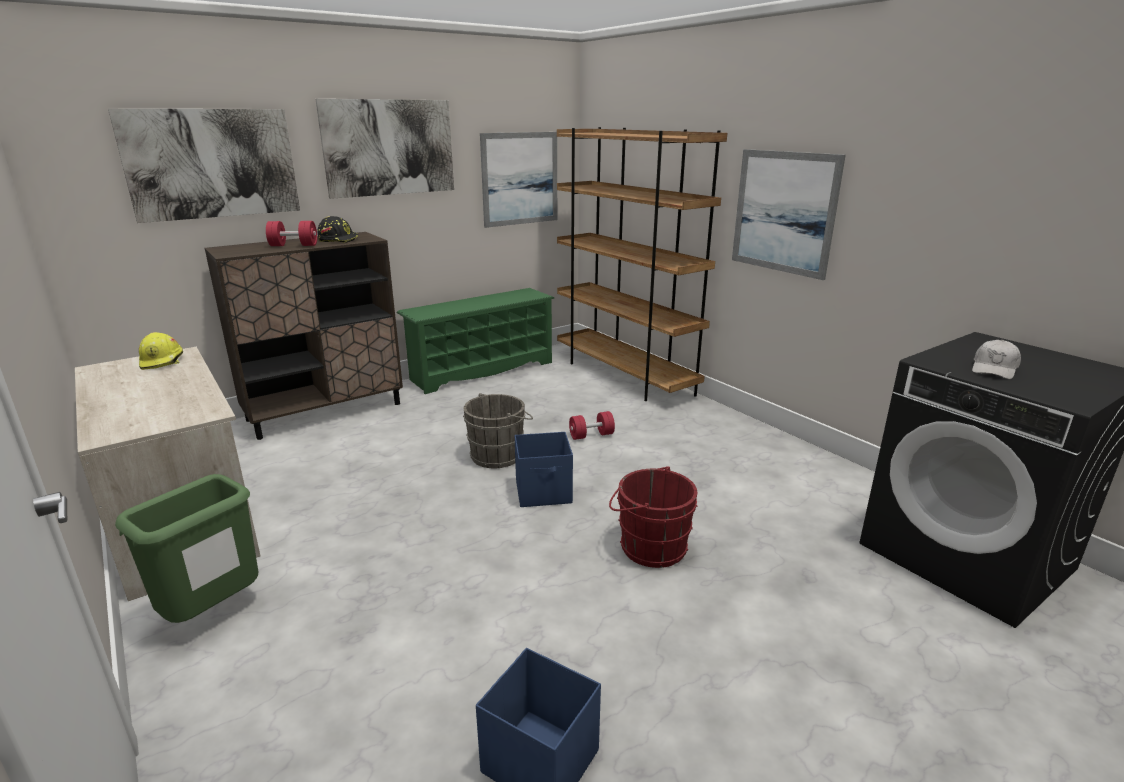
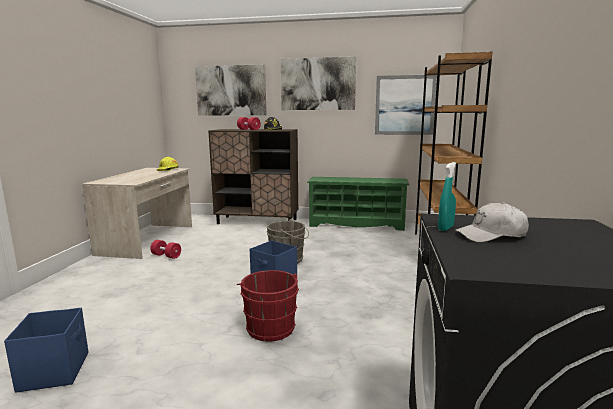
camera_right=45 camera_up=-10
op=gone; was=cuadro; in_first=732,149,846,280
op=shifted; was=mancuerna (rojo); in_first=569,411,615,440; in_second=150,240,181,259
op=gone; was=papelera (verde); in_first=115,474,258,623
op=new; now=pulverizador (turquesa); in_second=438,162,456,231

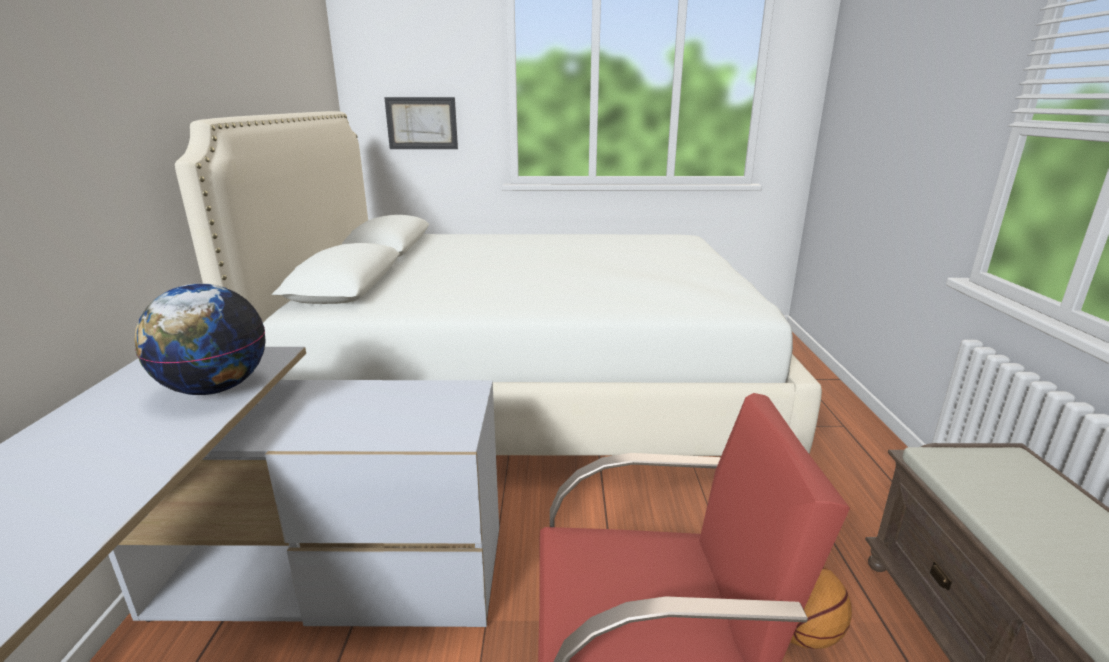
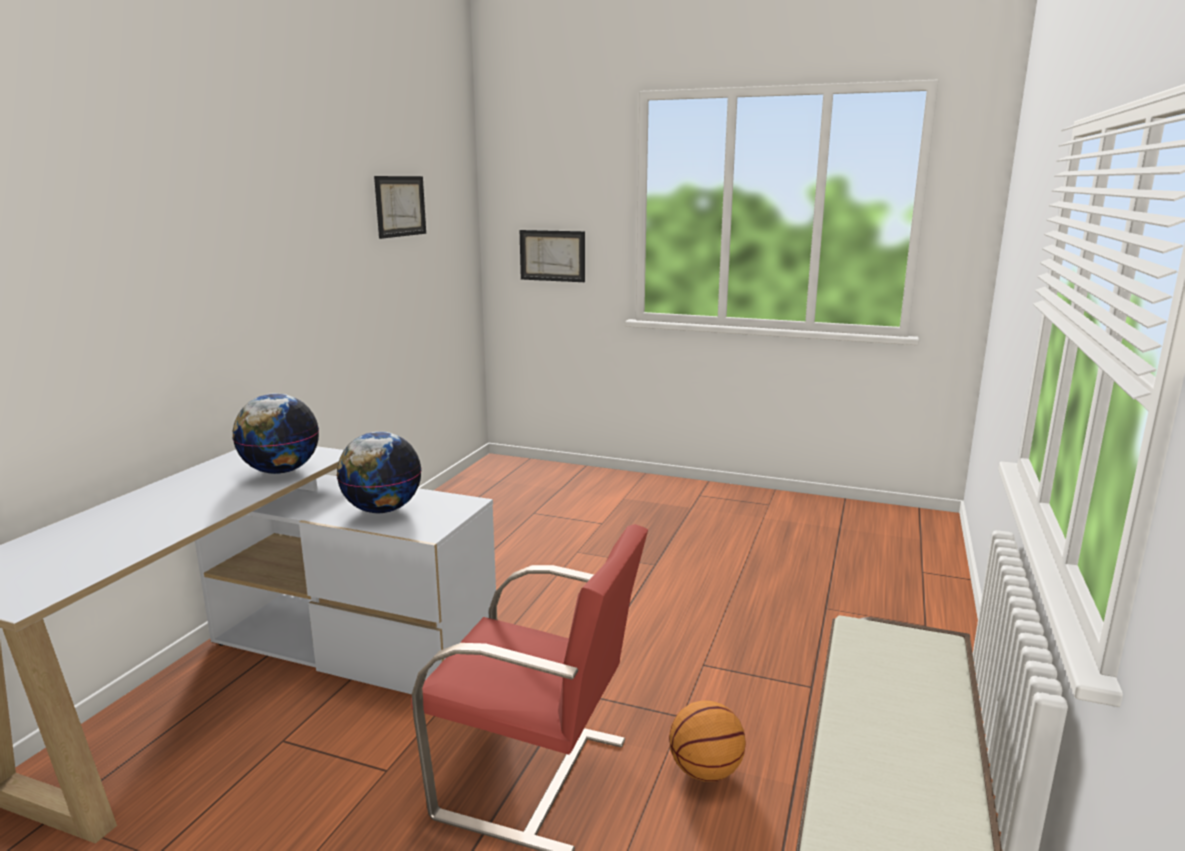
camera_right=20 camera_up=-5
op=gone; was=cama (blanco); in_first=175,111,822,456
op=new; now=cuadro; in_second=374,176,426,239
op=new; now=globo terráqueo; in_second=336,432,422,513

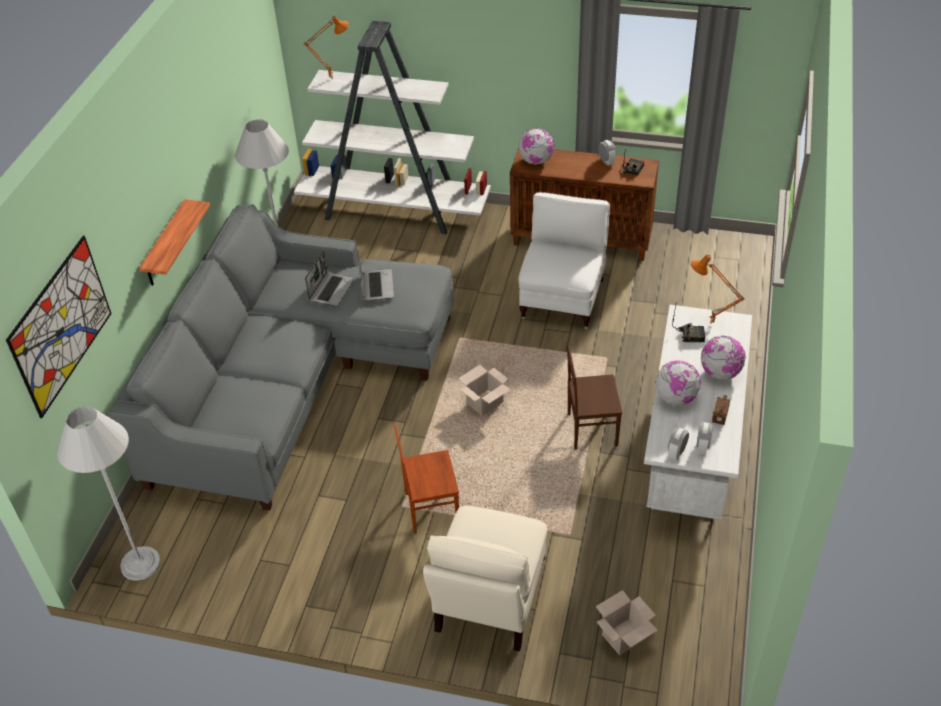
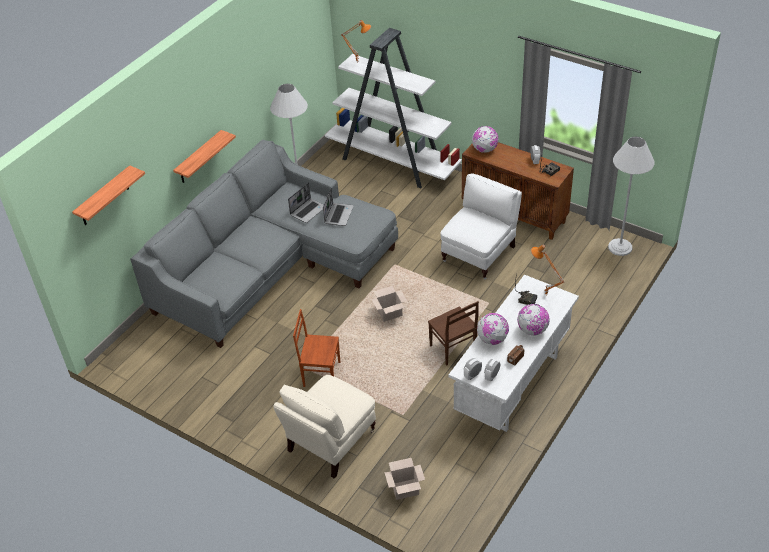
camera_right=20 camera_up=0
op=swapped; was=cuadro; now=estante; in_first=6,236,112,418; in_second=72,165,145,225
op=rotated; was=silla (marrón); in_first=567,342,622,450; in_second=428,301,479,366; clockwise=-135
op=shifted; was=lámpara de pie (blanco); in_first=57,406,161,581; in_second=608,137,655,256

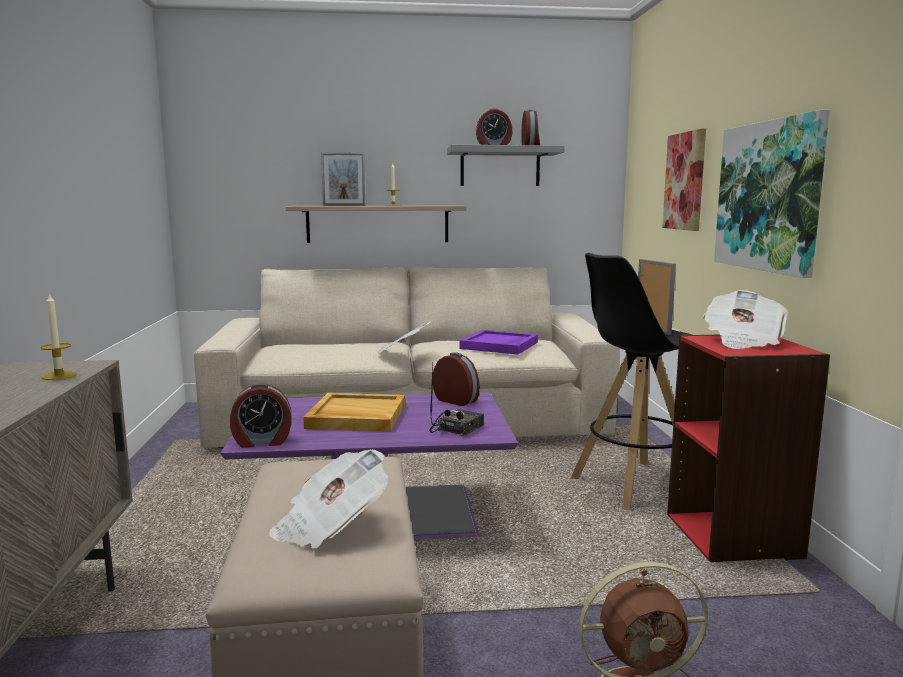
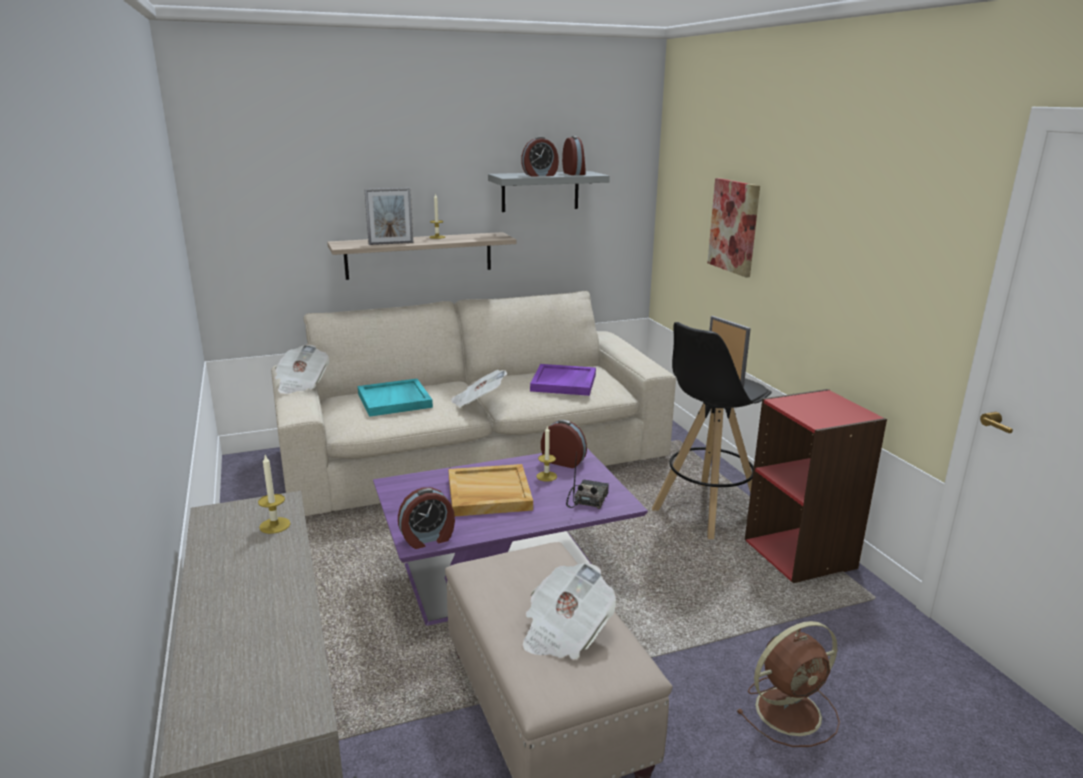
camera_right=-15 camera_up=10
op=gone; was=cuadro; in_first=714,110,830,278
op=shifted; was=periódico; in_first=703,290,788,349; in_second=275,344,330,394
op=new; now=bandeja (turquesa); in_second=358,379,433,417
op=new; now=vela; in_second=536,425,557,482

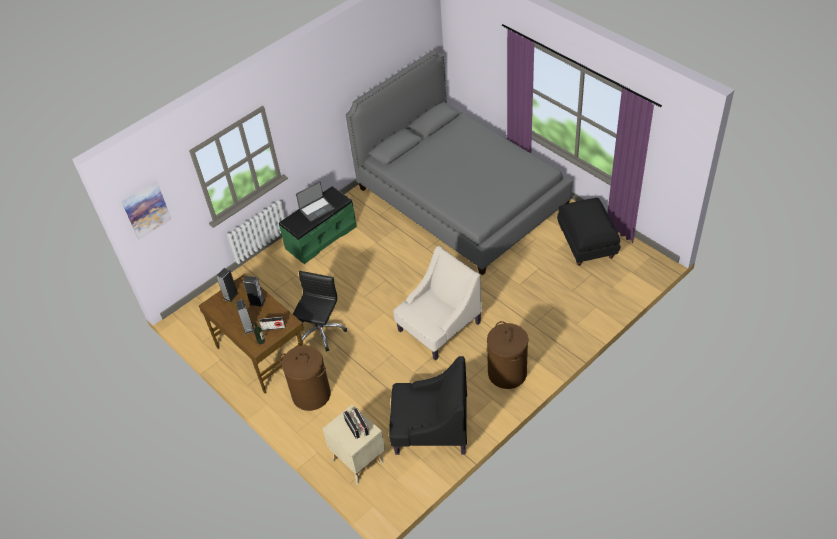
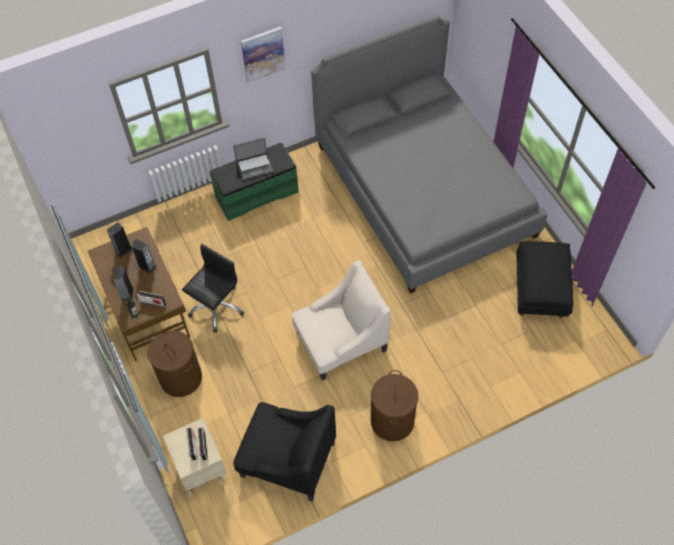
camera_right=15 camera_up=10
op=shifted; was=cuadro; in_first=122,181,171,240; in_second=241,26,286,83

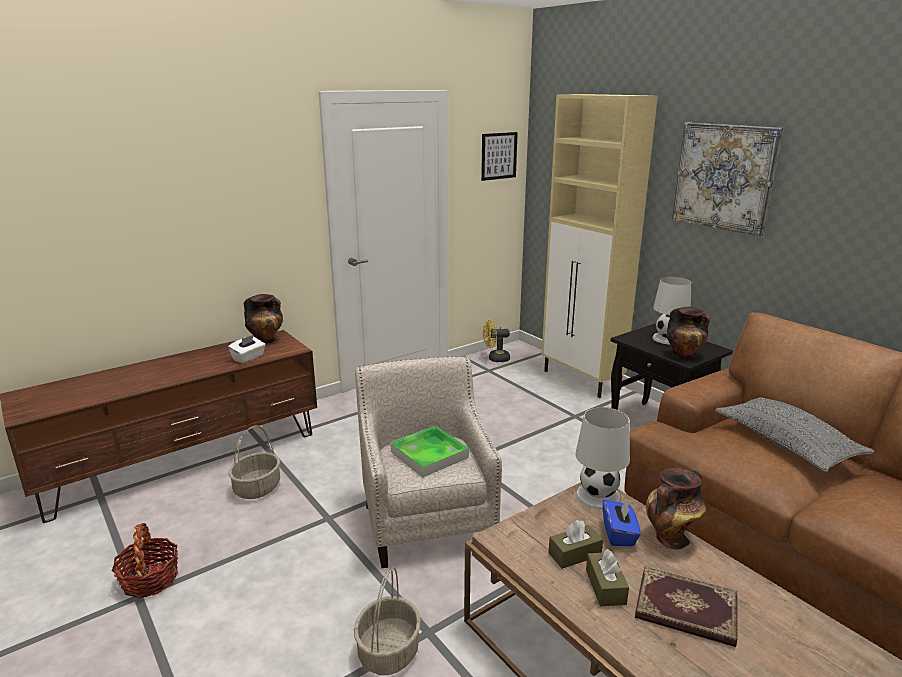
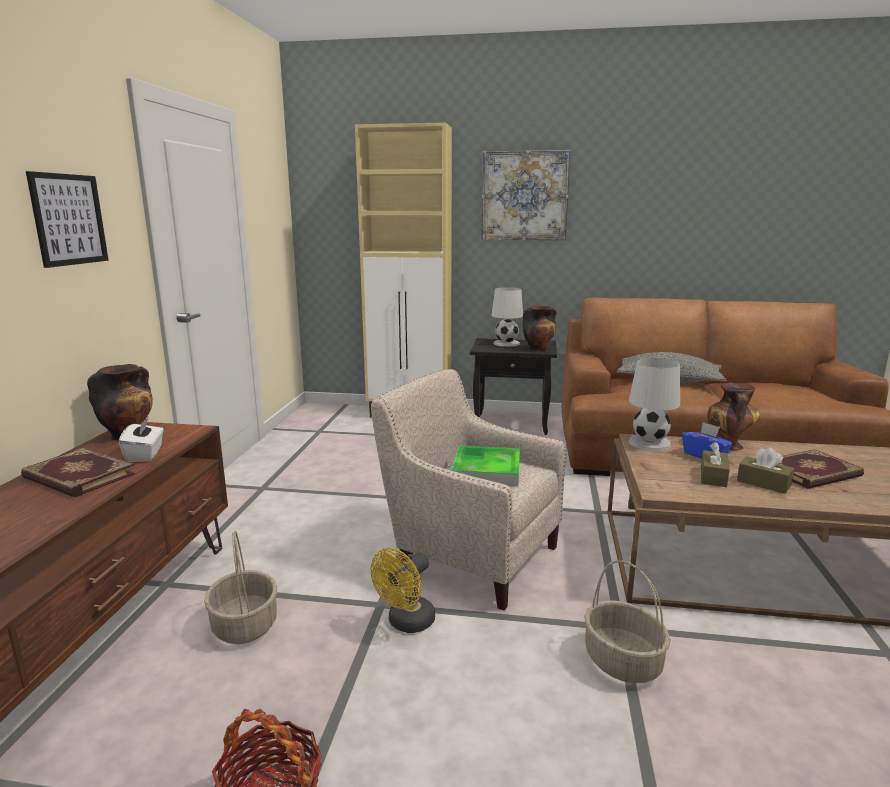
camera_right=-45 camera_up=-5
op=shifted; was=cuadro; in_first=481,132,518,181; in_second=26,171,109,268
op=shifted; was=ventilador (amarillo); in_first=483,320,510,362; in_second=371,548,435,633
op=new; now=libro; in_second=21,448,135,497

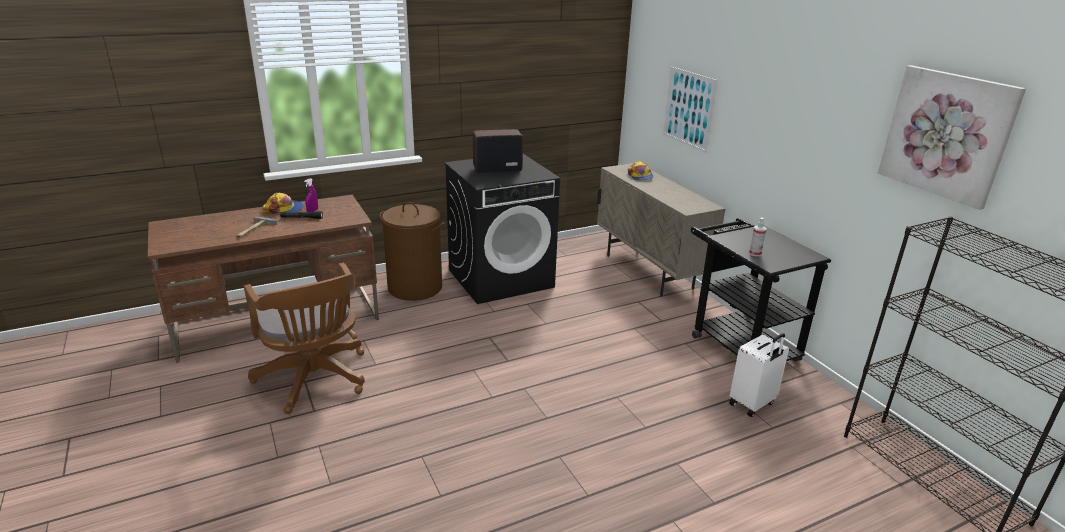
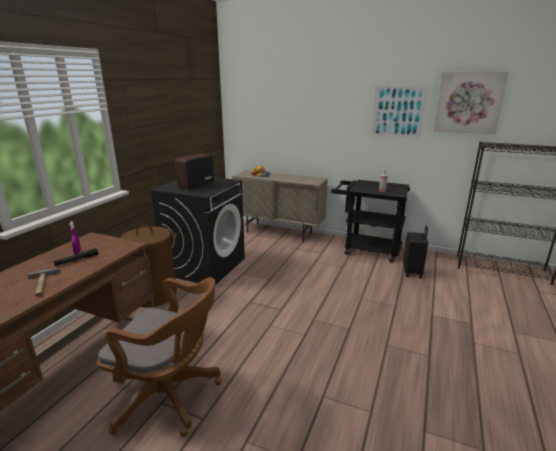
camera_right=-40 camera_up=-5
op=shifted; was=cuadro; in_first=663,67,717,153; in_second=371,86,428,139
op=gone; was=gorra; in_first=262,193,304,214
op=repainted; was=maleta (blanco); now=maleta (negro); in_first=729,333,789,417; in_second=403,225,428,278

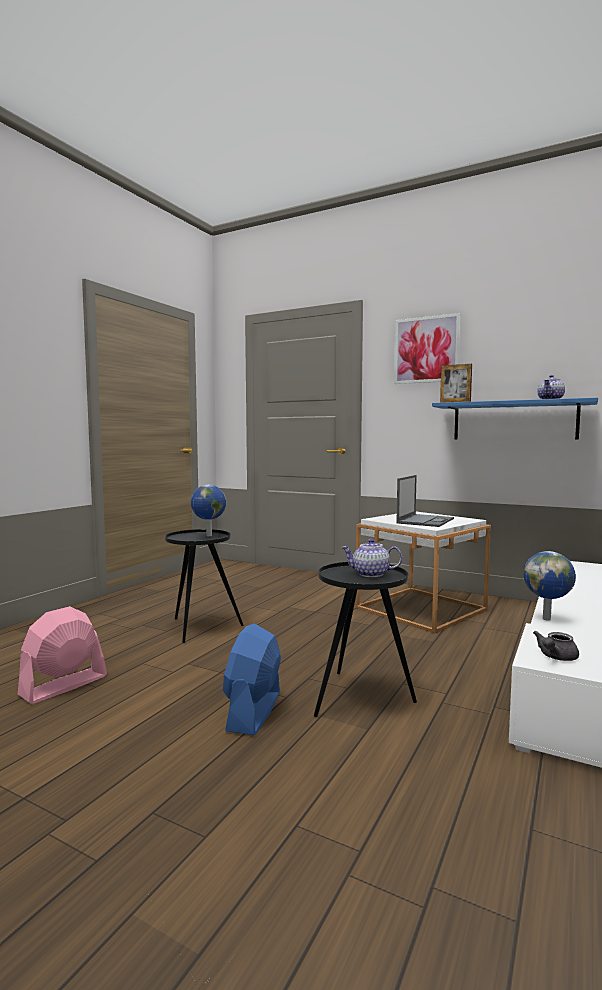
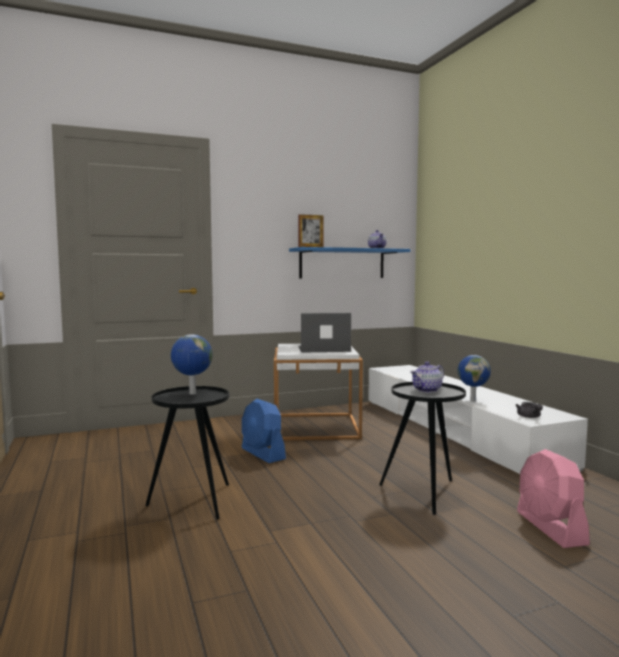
camera_right=-50 camera_up=0
op=gone; was=cuadro; in_first=394,313,460,384
op=rotated; was=portátil; in_first=396,475,454,527; in_second=298,313,351,352; clockwise=-75
op=shifted; was=ventilador (rosa); in_first=18,606,107,704; in_second=517,449,590,548
op=shifted; was=ventilador (azul); in_first=223,623,281,735; in_second=242,399,286,463

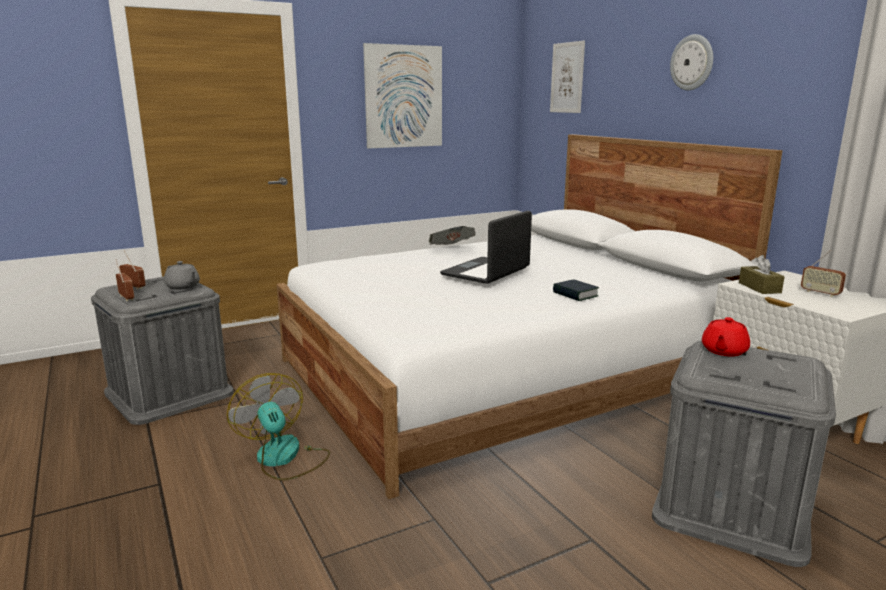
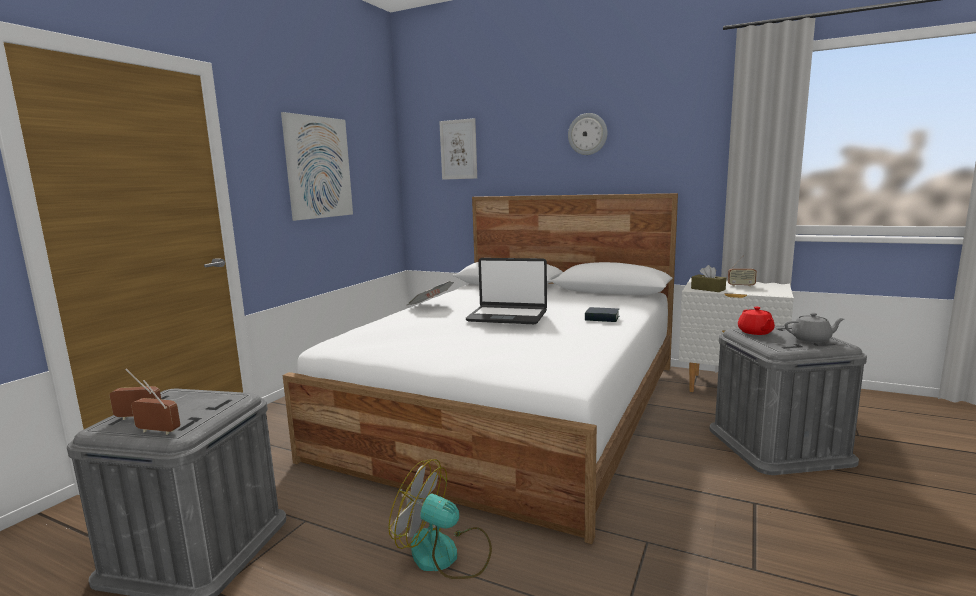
camera_right=-35 camera_up=-5
op=rotated; was=portátil; in_first=440,210,532,284; in_second=466,258,547,324; clockwise=-75
op=shifted; was=tetera (gris); in_first=164,261,200,290; in_second=785,313,845,343

